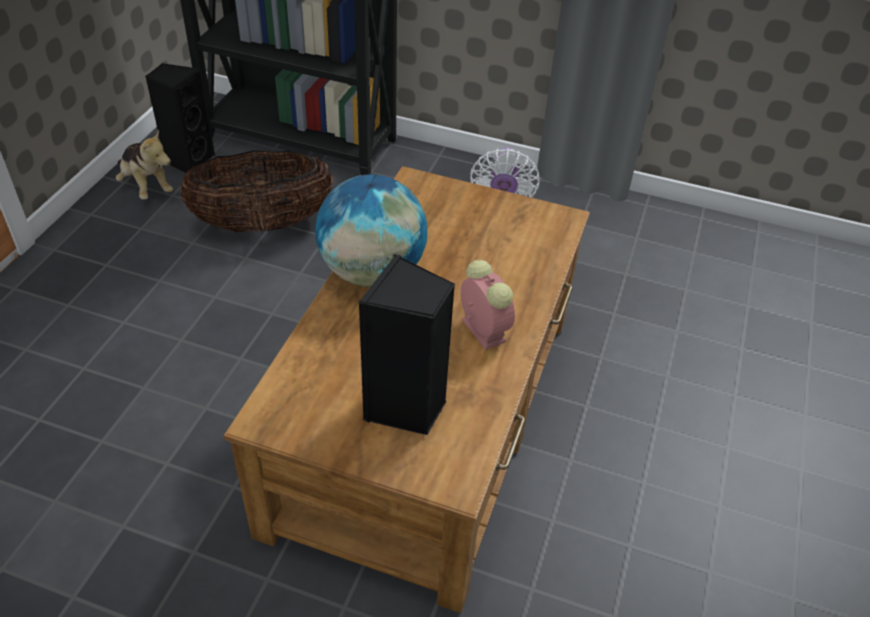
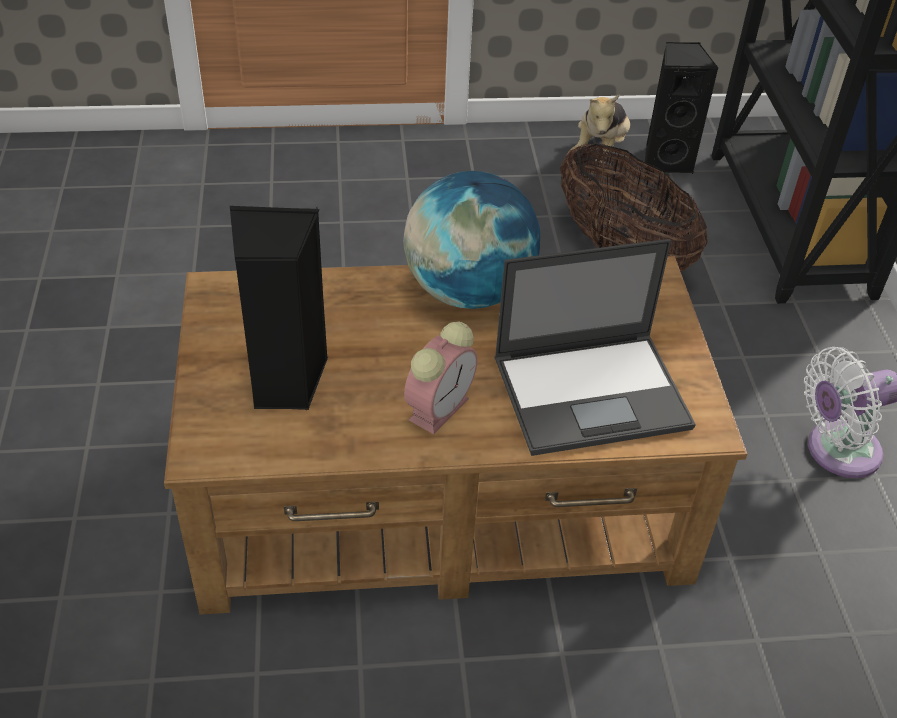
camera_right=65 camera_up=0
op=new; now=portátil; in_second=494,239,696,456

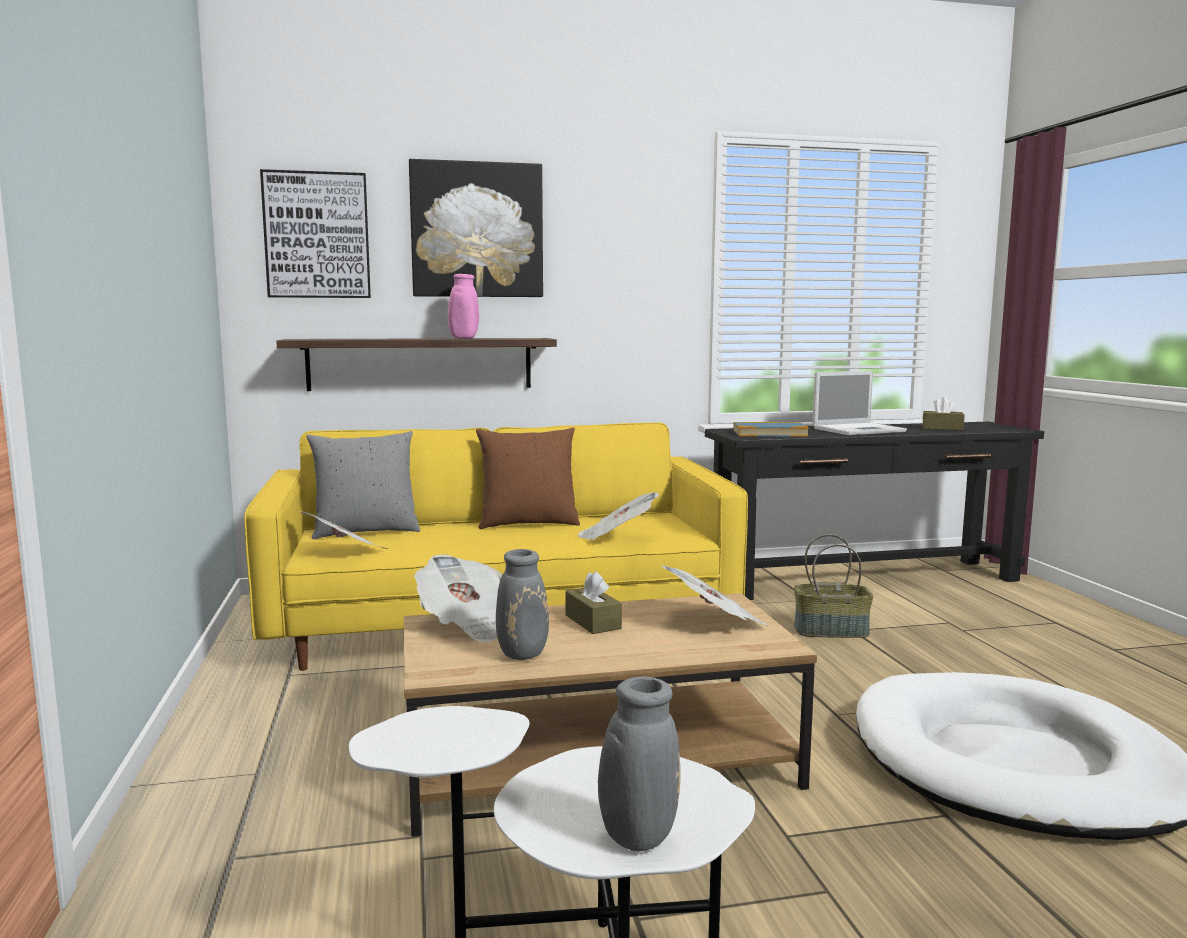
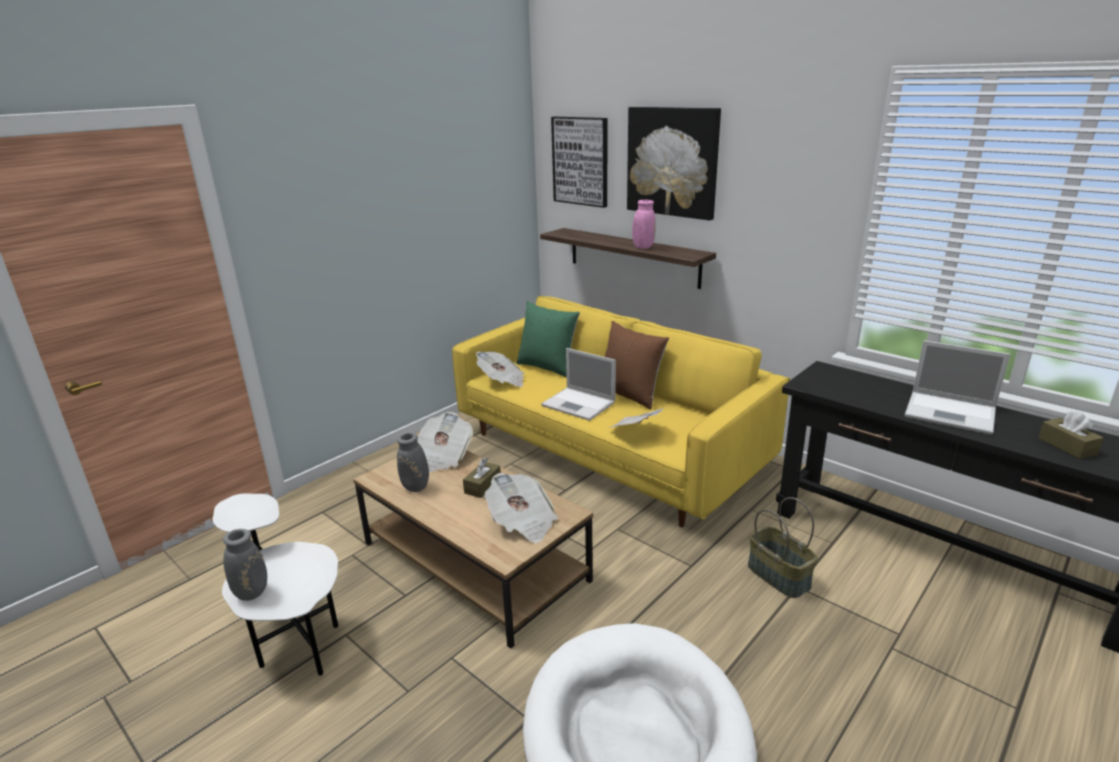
camera_right=55 camera_up=15
op=gone; was=libro; in_first=733,422,809,437
op=repainted; was=cojín (gris); now=cojín (verde); in_first=306,431,420,539; in_second=516,301,580,378
op=new; now=portátil; in_second=541,348,616,421

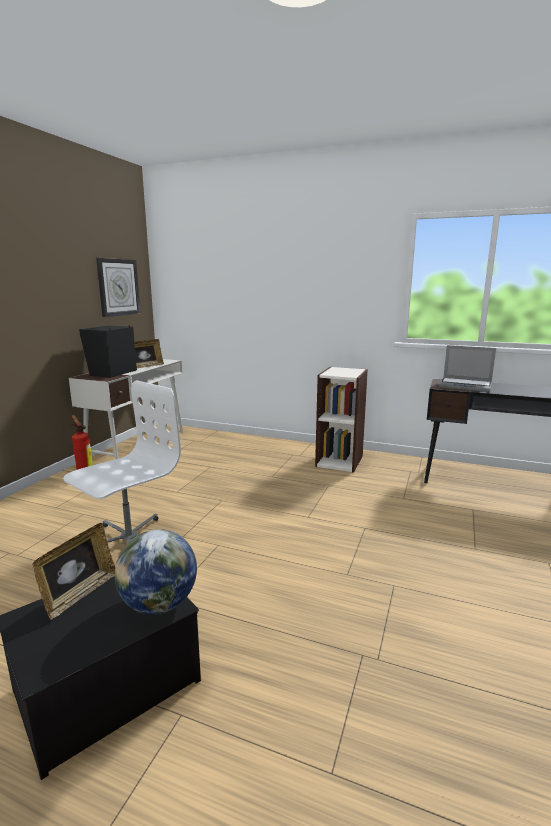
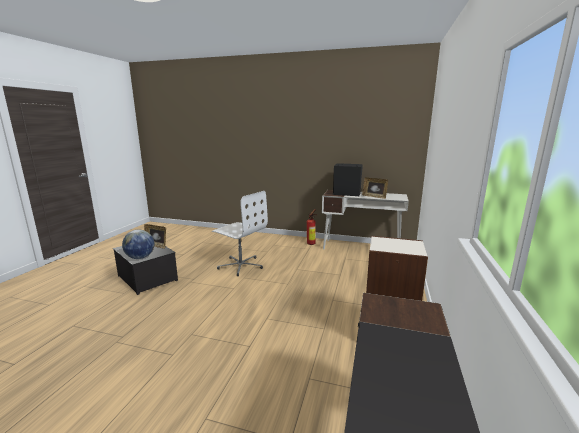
camera_right=85 camera_up=0
op=gone; was=reloj de pared; in_first=96,258,140,317
op=gone; was=portátil; in_first=439,345,496,392

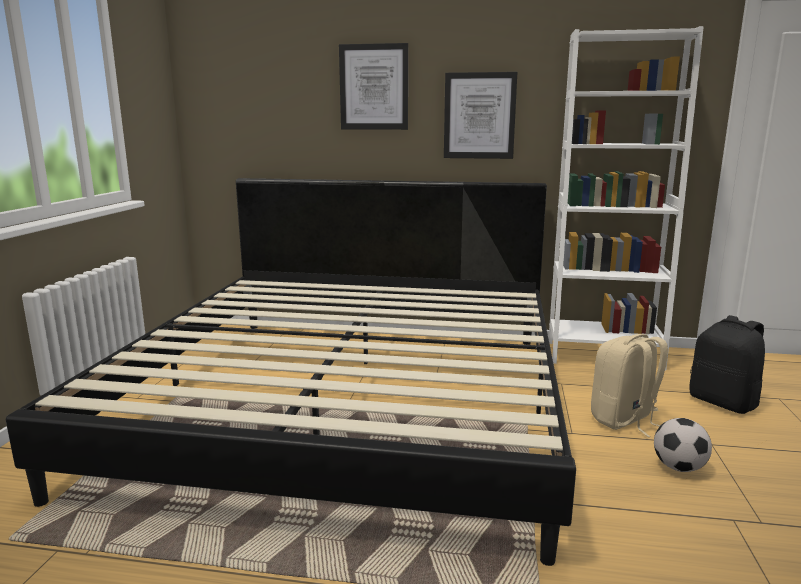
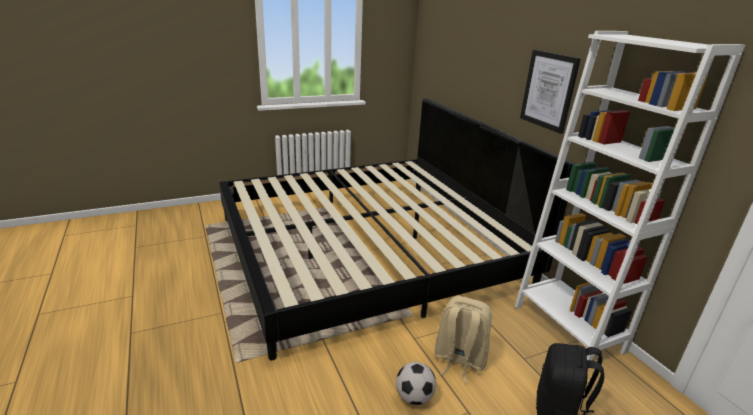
camera_right=55 camera_up=10
op=gone; was=cuadro; in_first=339,43,408,130

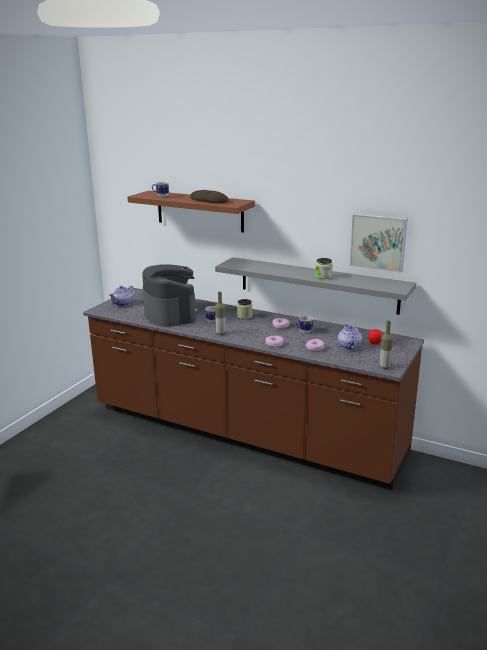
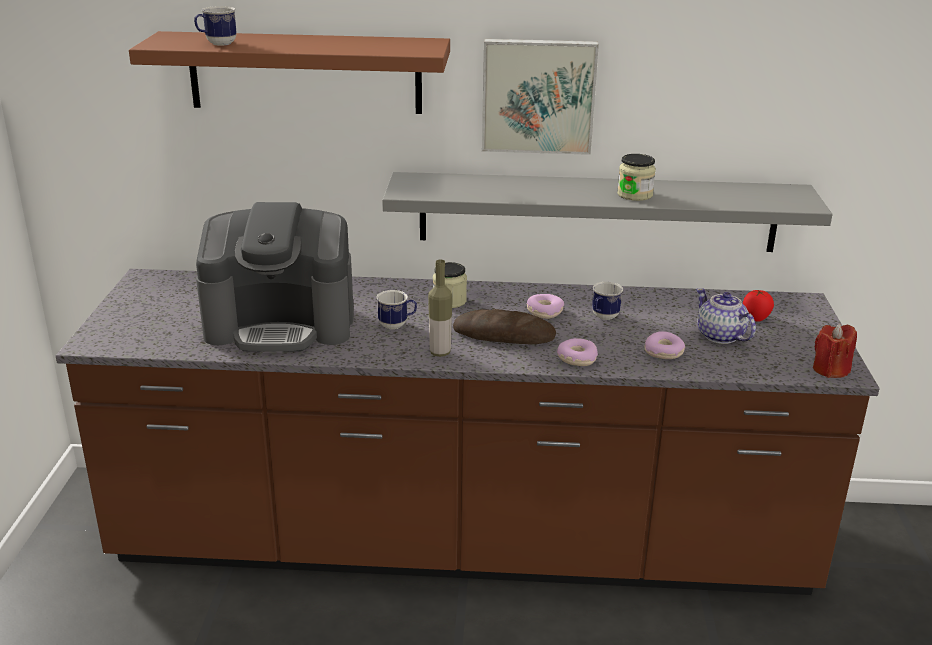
camera_right=-25 camera_up=5
op=shifted; was=pan; in_first=190,190,229,203; in_second=453,309,556,344
op=shifted; was=cuadro; in_first=350,213,408,272; in_second=482,39,599,155
op=rotated; was=cafetera; in_first=142,264,199,327; in_second=196,202,354,352; clockwise=135
op=gone; was=tetera; in_first=109,286,135,306
op=swapped; was=botella; now=vela (rojo); in_first=380,321,393,369; in_second=813,324,857,378

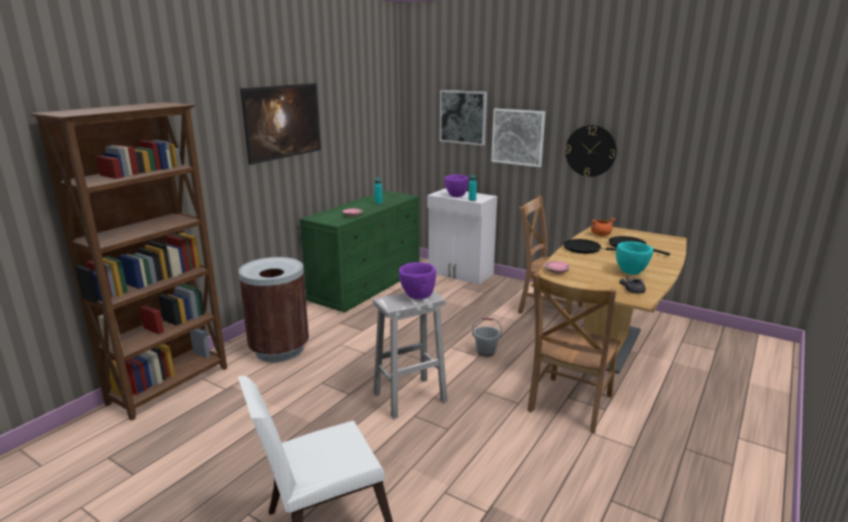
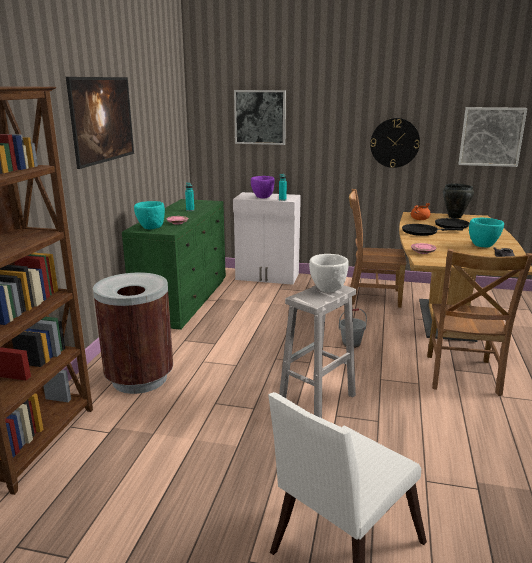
camera_right=-20 camera_up=0
op=shifted; was=cuadro; in_first=491,108,545,167; in_second=458,107,527,167
op=repainted; was=cuenco (morado); now=cuenco (blanco); in_first=399,262,436,299; in_second=309,254,349,292
op=new; now=olla (negro); in_second=443,183,474,219
op=new; now=cuenco (turquesa); in_second=134,201,165,229

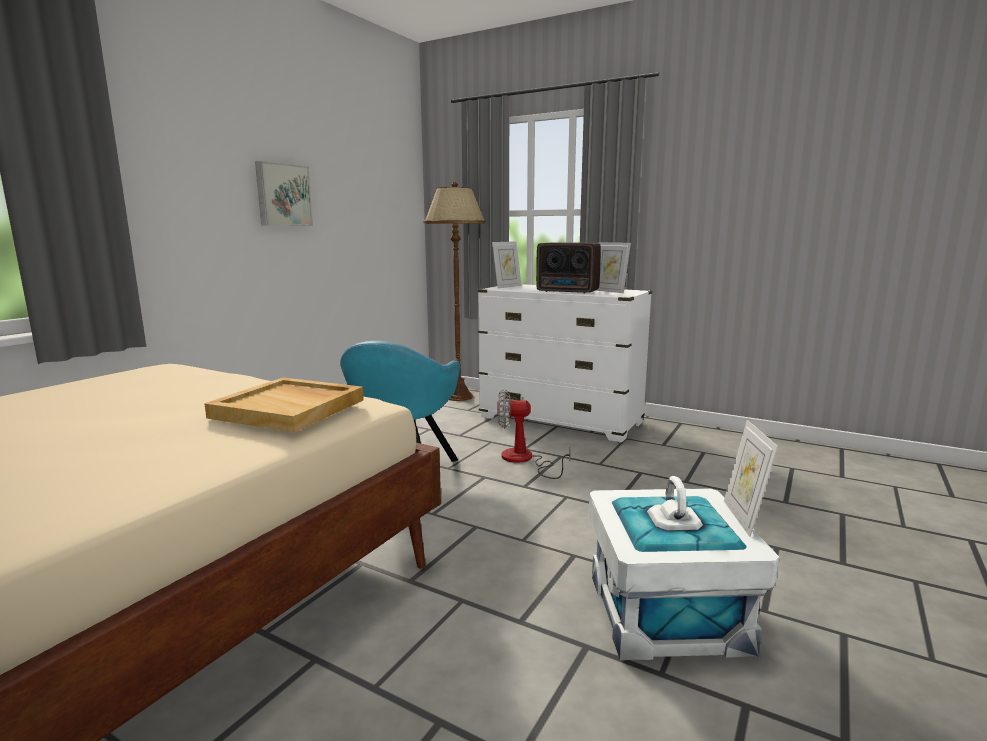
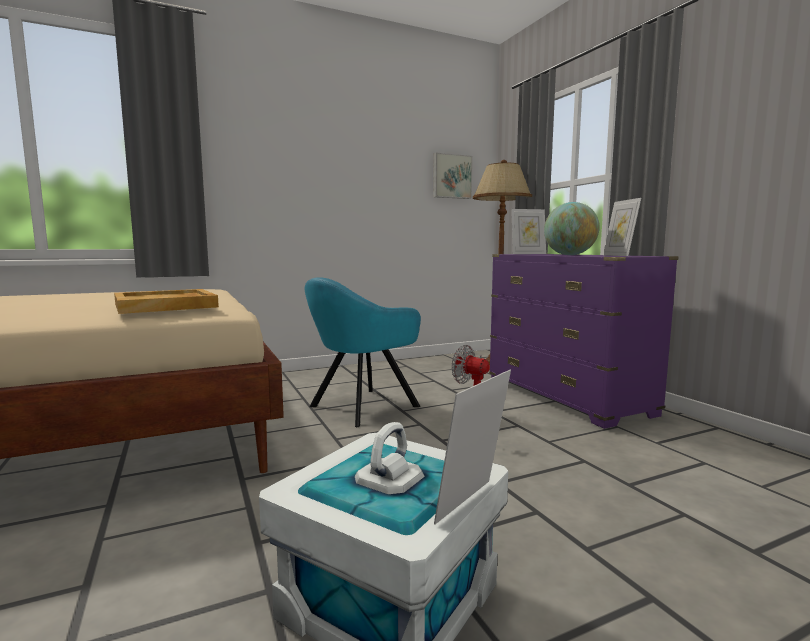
camera_right=35 camera_up=-5
op=shifted; was=cuadro; in_first=255,161,313,226; in_second=433,153,473,199
op=swapped; was=radio; now=globo terráqueo; in_first=536,242,601,294; in_second=544,202,600,255
op=repainted; was=cómoda (blanco); now=cómoda (morado); in_first=478,284,652,443; in_second=489,254,679,429

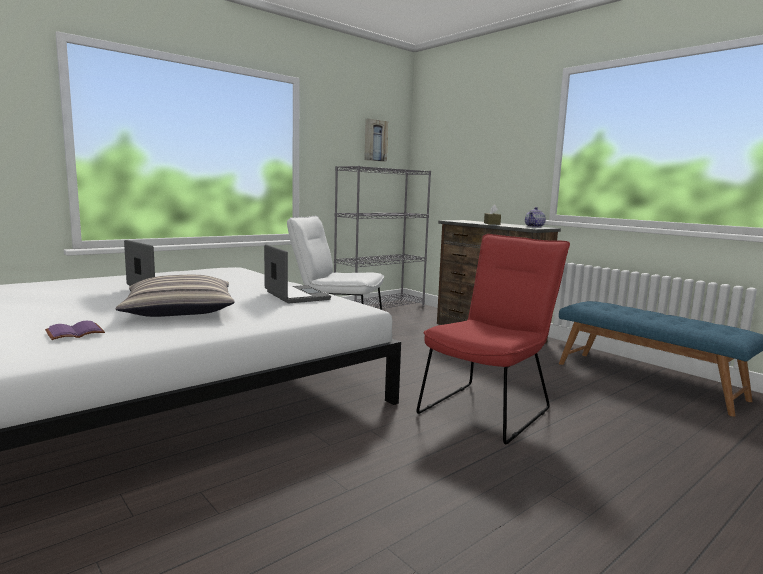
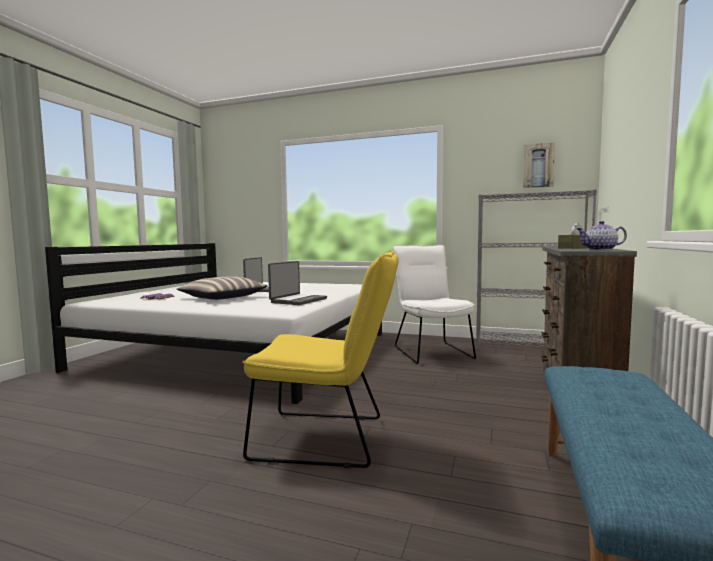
camera_right=60 camera_up=-5
op=repainted; was=silla (rojo); now=silla (amarillo); in_first=416,234,570,444; in_second=242,250,399,468

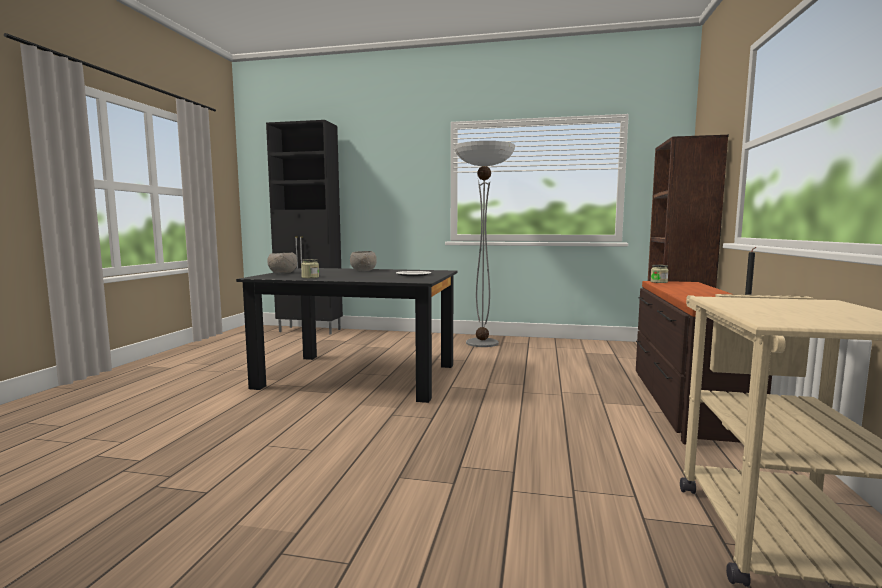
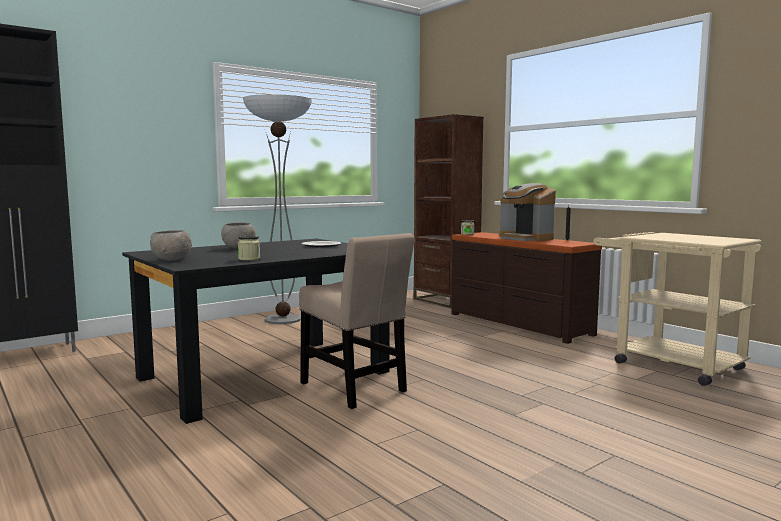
camera_right=-50 camera_up=0
op=new; now=cafetera; in_second=499,183,556,241
op=new; now=silla (beis); in_second=299,233,415,409

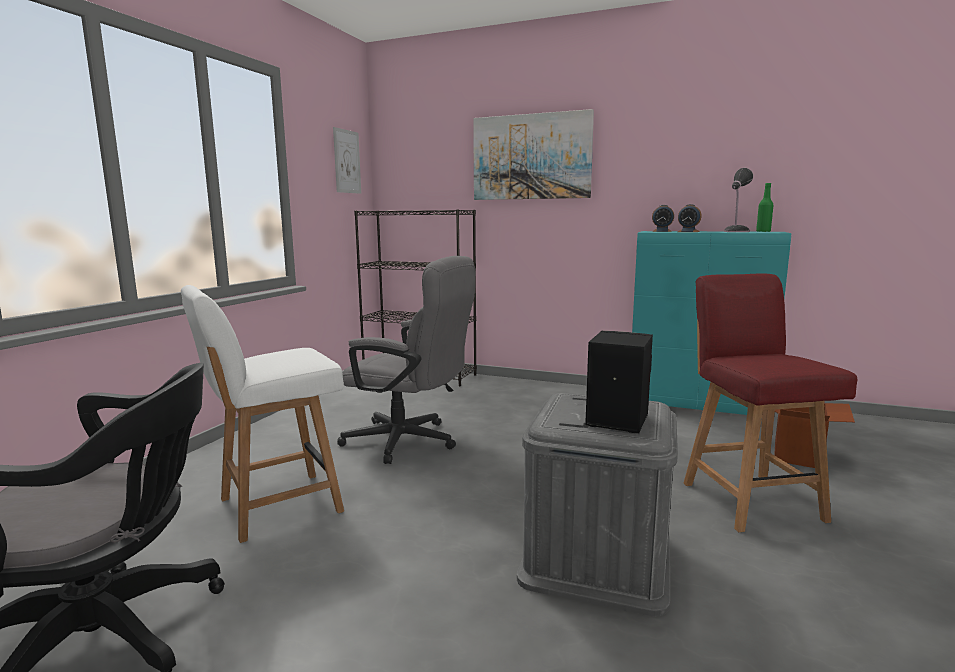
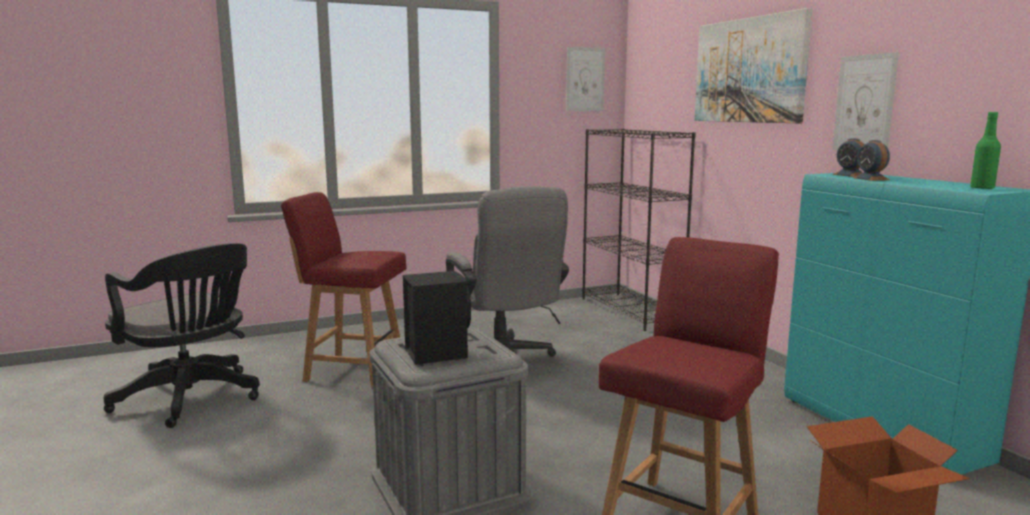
camera_right=45 camera_up=0
op=gone; was=lámpara de mesa; in_first=724,168,753,232
op=repainted; was=silla (blanco); now=silla (rojo); in_first=181,285,344,543; in_second=281,192,407,388
op=new; now=cuadro; in_second=832,52,899,150

